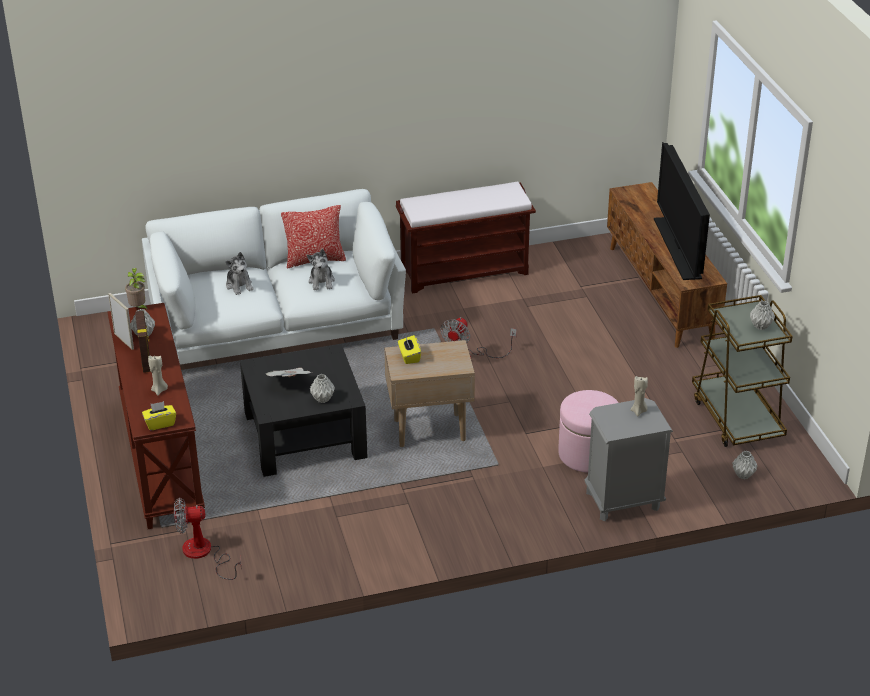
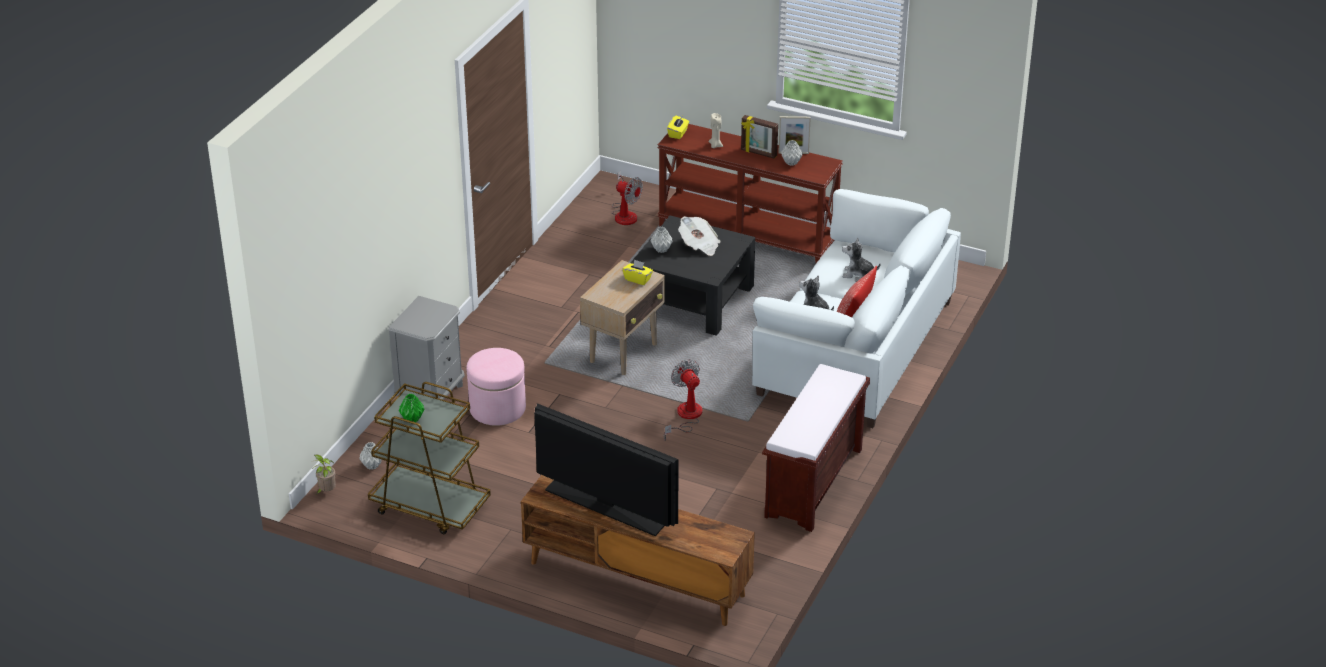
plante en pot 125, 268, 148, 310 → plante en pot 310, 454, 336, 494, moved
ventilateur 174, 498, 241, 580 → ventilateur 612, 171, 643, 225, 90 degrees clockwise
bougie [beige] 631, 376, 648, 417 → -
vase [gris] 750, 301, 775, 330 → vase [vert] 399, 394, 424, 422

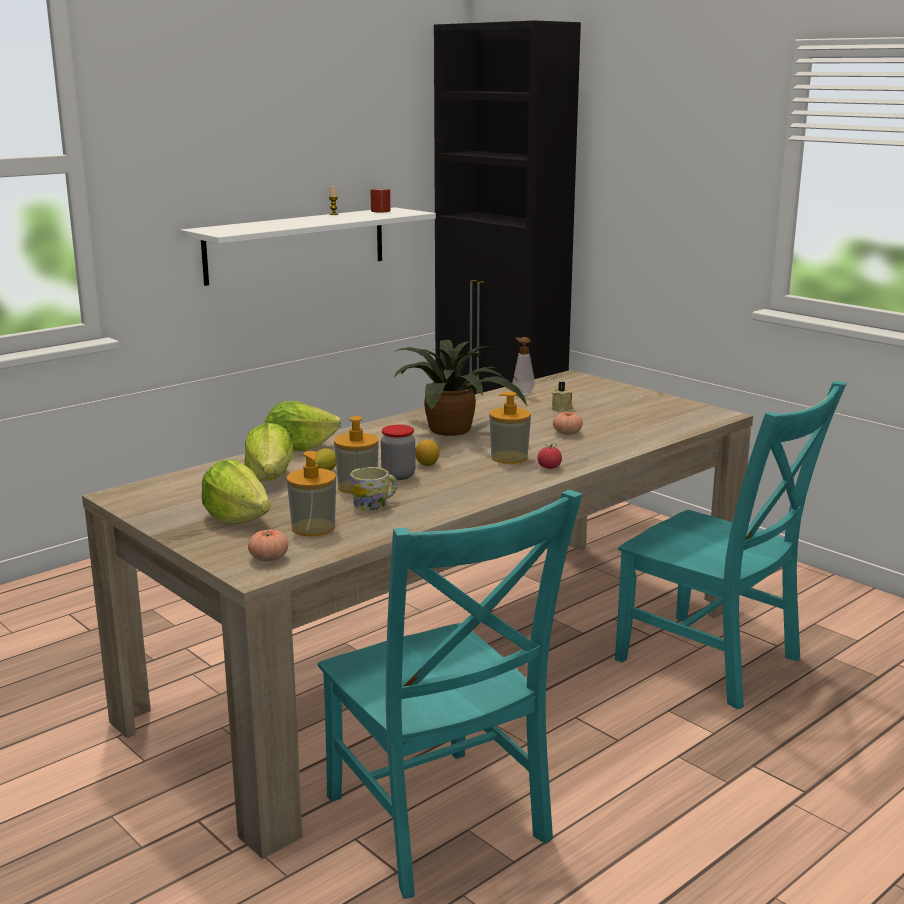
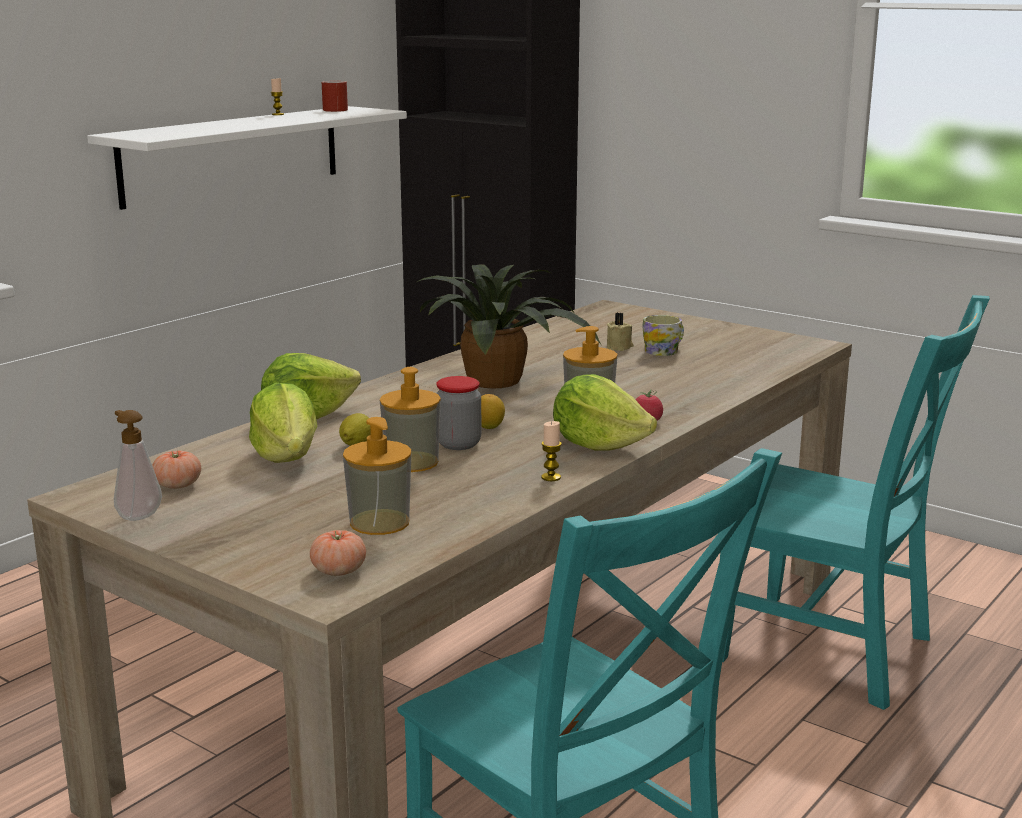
laitue 202, 460, 271, 524 → laitue 553, 374, 657, 451, moved
mug 350, 467, 398, 510 → mug 642, 315, 684, 356, moved
distributeur de savon 512, 337, 535, 395 → distributeur de savon 114, 410, 162, 521, moved
tomate 553, 412, 583, 435 → tomate 152, 451, 201, 489, moved
- → bougie 541, 421, 562, 481

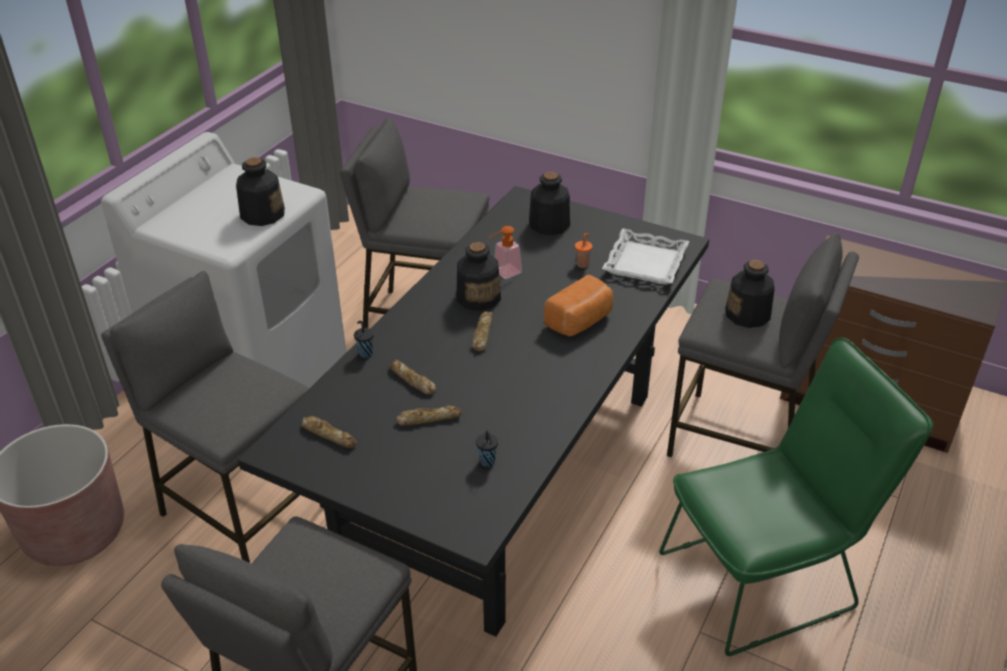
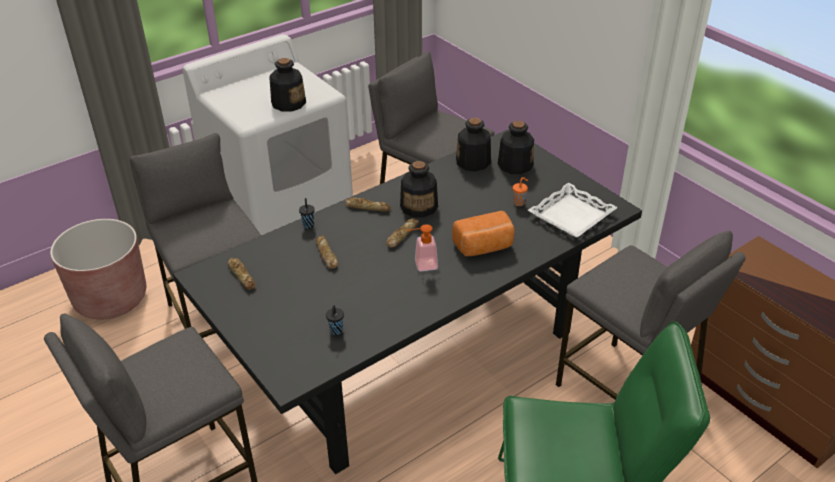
pain 396, 406, 462, 426 → pain 345, 197, 391, 212, moved
distributeur de savon 489, 226, 522, 279 → distributeur de savon 406, 224, 438, 271, moved
bouteille 725, 260, 775, 328 → bouteille 456, 118, 491, 171, moved

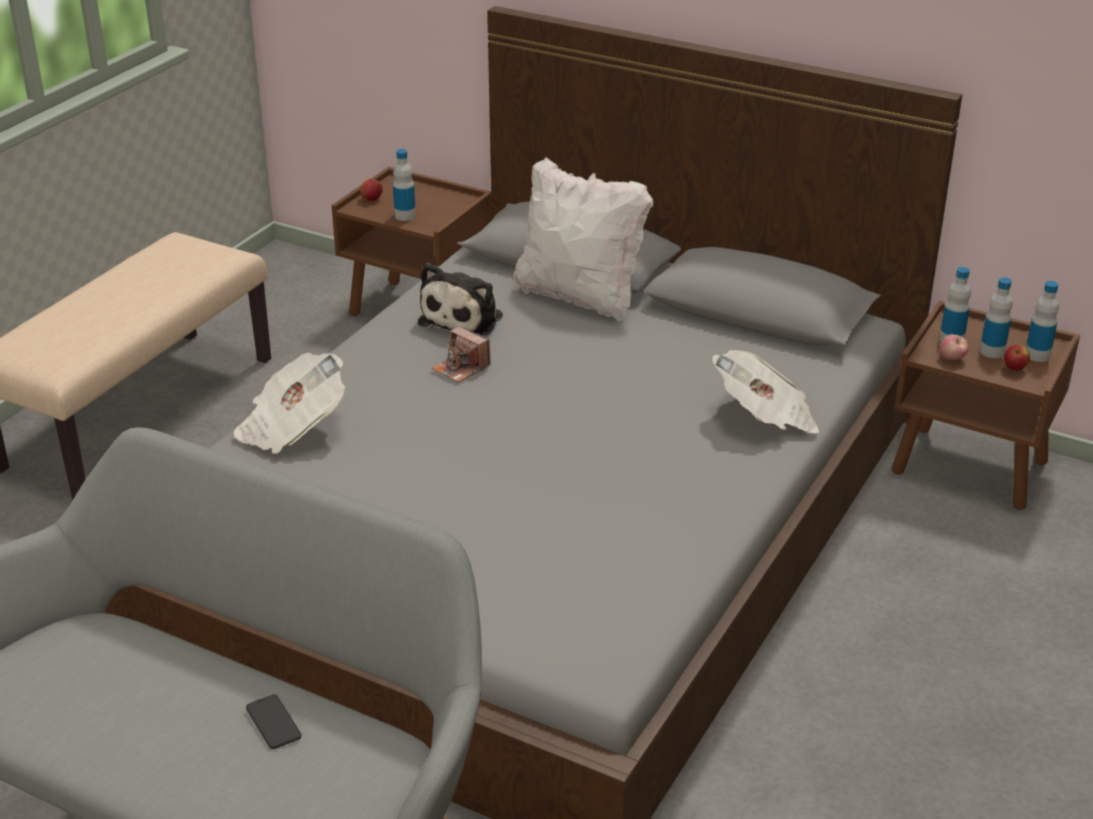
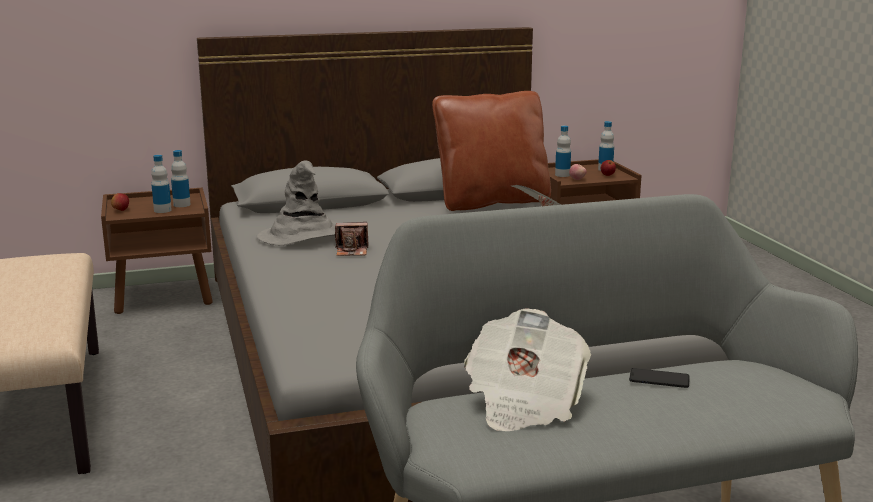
journal 234, 353, 345, 454 → journal 464, 309, 591, 431, moved
peluche 418, 263, 503, 336 → chapeau [gris] 257, 160, 340, 246
coussin [blanc] 514, 157, 653, 321 → -
bouteille 980, 277, 1013, 358 → bouteille 171, 150, 191, 207, moved
- → coussin [marron] 432, 91, 551, 211

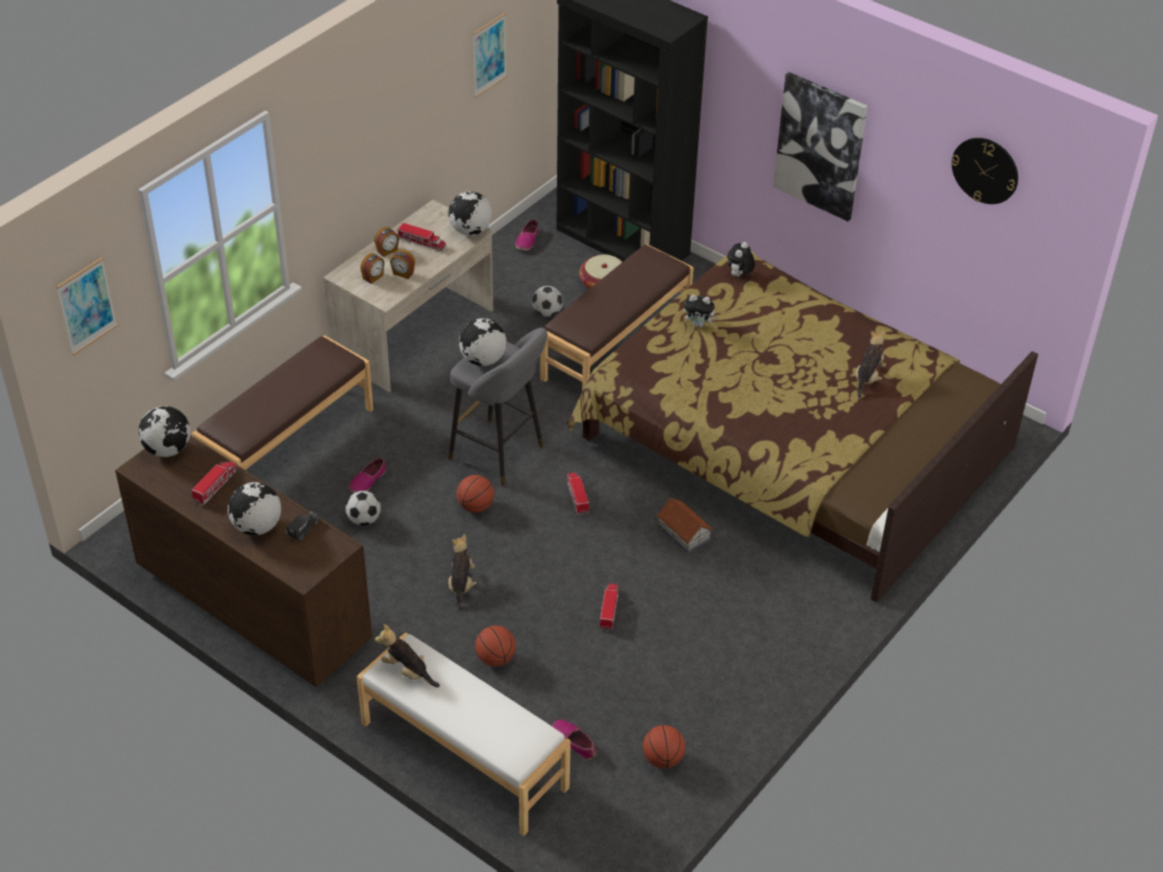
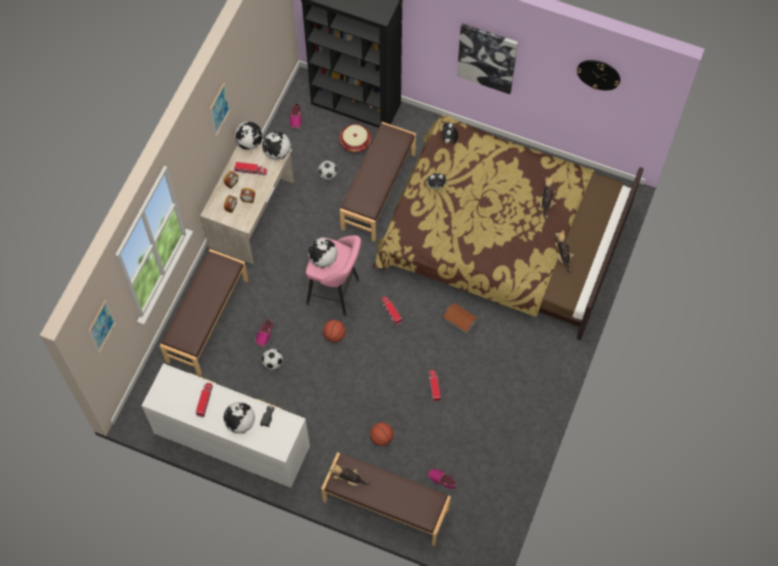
commode [marron] 115, 435, 372, 687 → commode [blanc] 142, 363, 310, 488
globe 138, 406, 191, 457 → globe 234, 122, 262, 150, moved
banc [blanc] 357, 632, 571, 836 → banc [marron] 321, 452, 451, 546
tabouret [gris] 448, 328, 548, 486 → tabouret [rose] 306, 235, 361, 316
peluche 448, 534, 477, 611 → peluche 555, 230, 574, 273, moved
tableau 473, 13, 507, 98 → tableau 210, 82, 230, 136, moved
ballon de basket 643, 725, 685, 768 → -

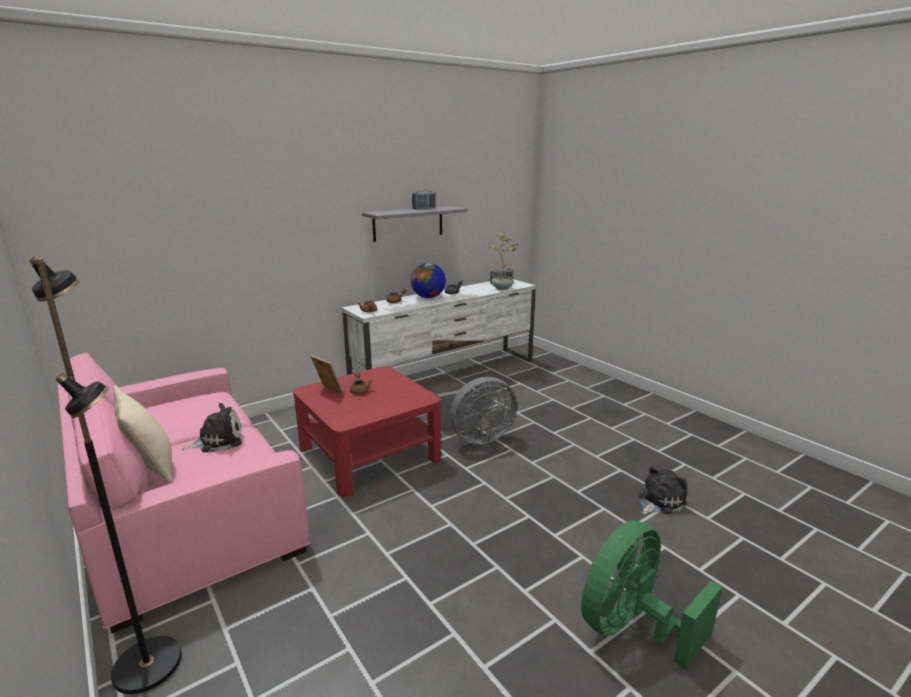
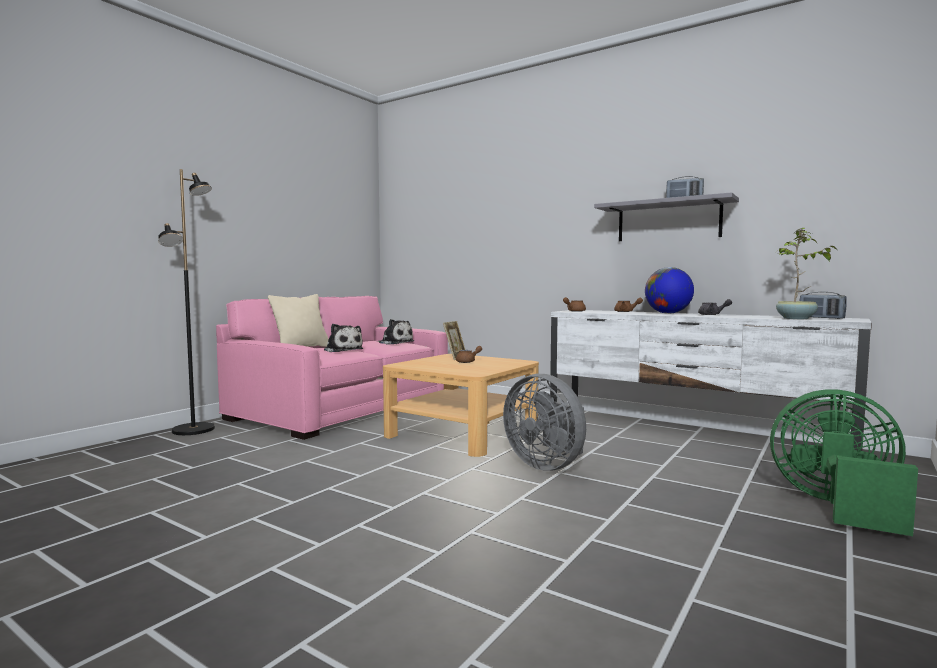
table basse [rouge] 293, 366, 441, 497 → table basse [beige] 383, 354, 539, 457
ventilateur [vert] 581, 520, 722, 669 → ventilateur [vert] 770, 389, 918, 536, moved
peluche 638, 466, 687, 515 → peluche 377, 319, 414, 345, moved

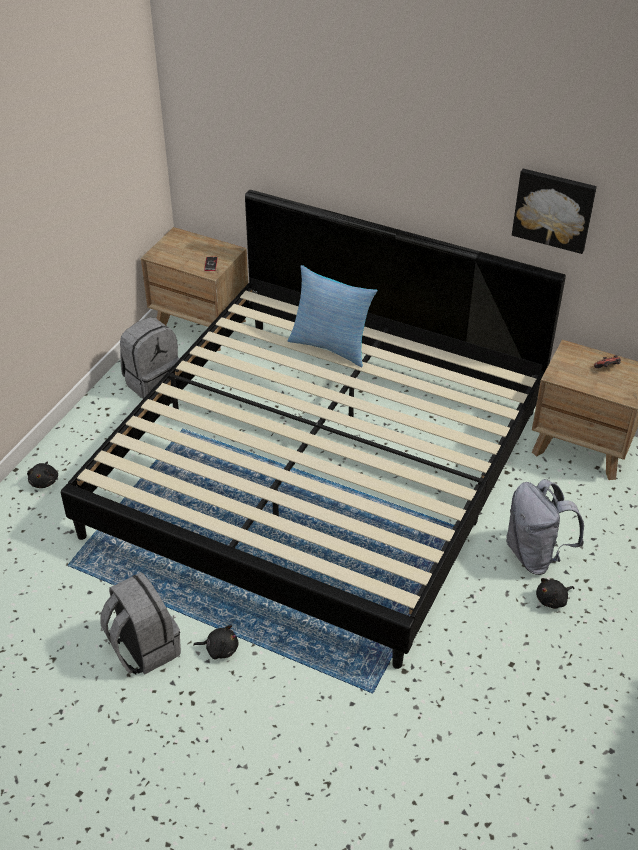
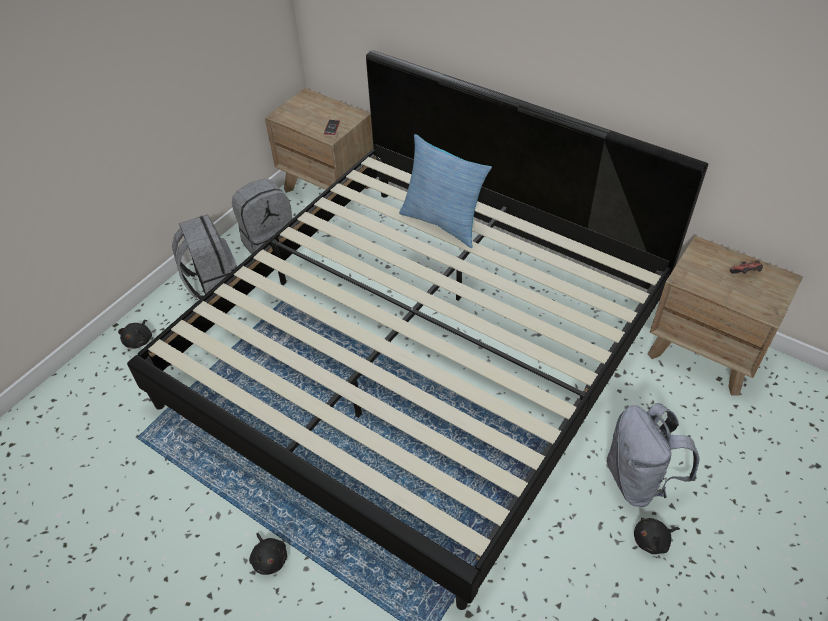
sac à dos [gris] 100, 572, 181, 675 → sac à dos [gris] 172, 214, 237, 299, moved
peluche [noir] 193, 625, 239, 660 → peluche [noir] 249, 533, 287, 575, 45 degrees clockwise
tableau 512, 169, 597, 254 → -

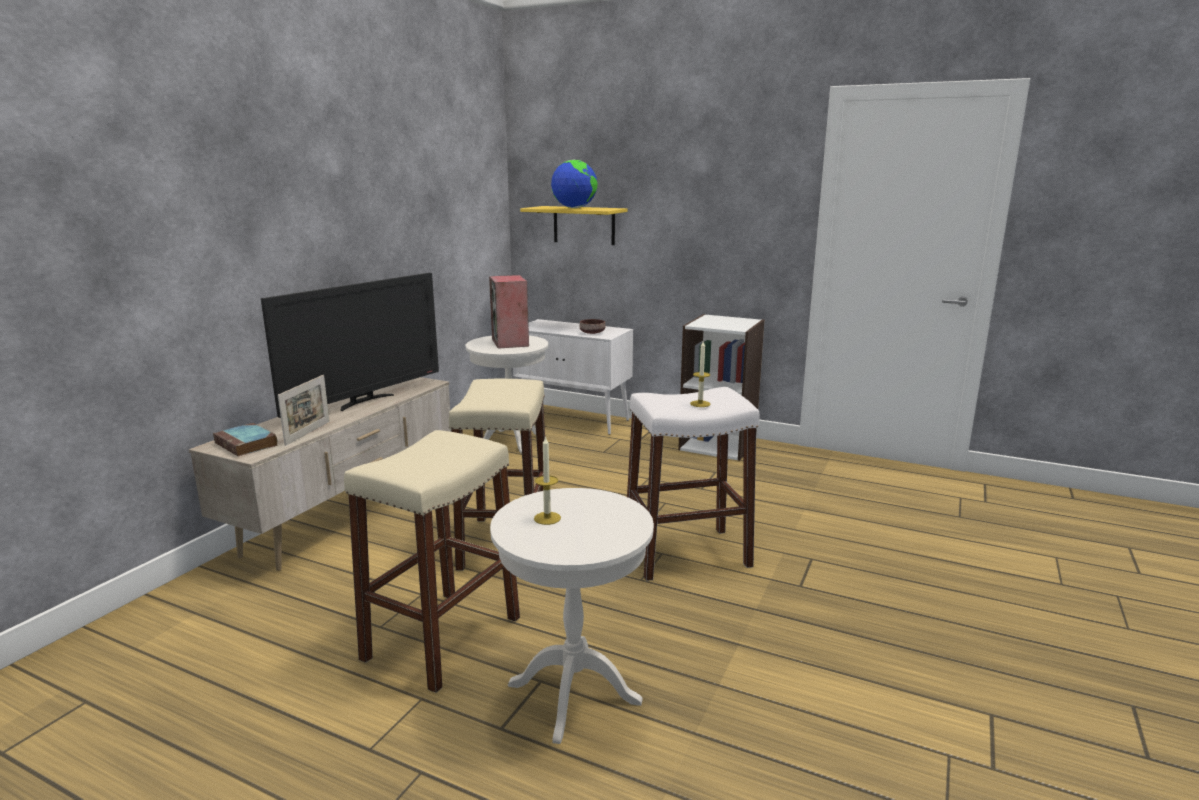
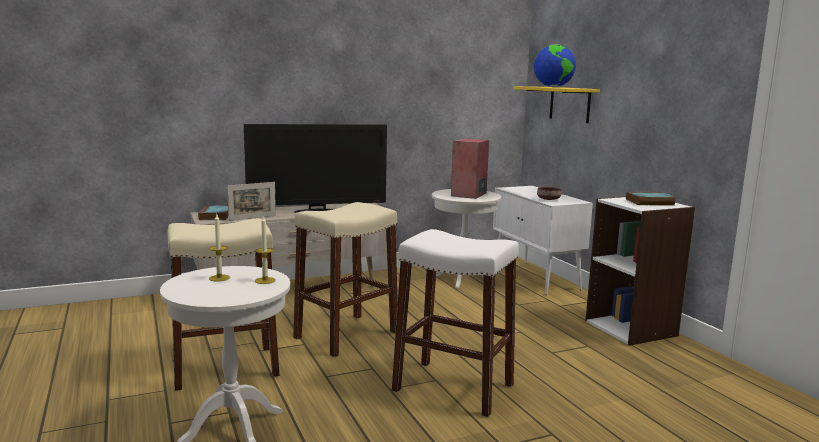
bougie 690, 341, 711, 407 → bougie 255, 215, 276, 284, moved
- → livre 626, 192, 676, 206

